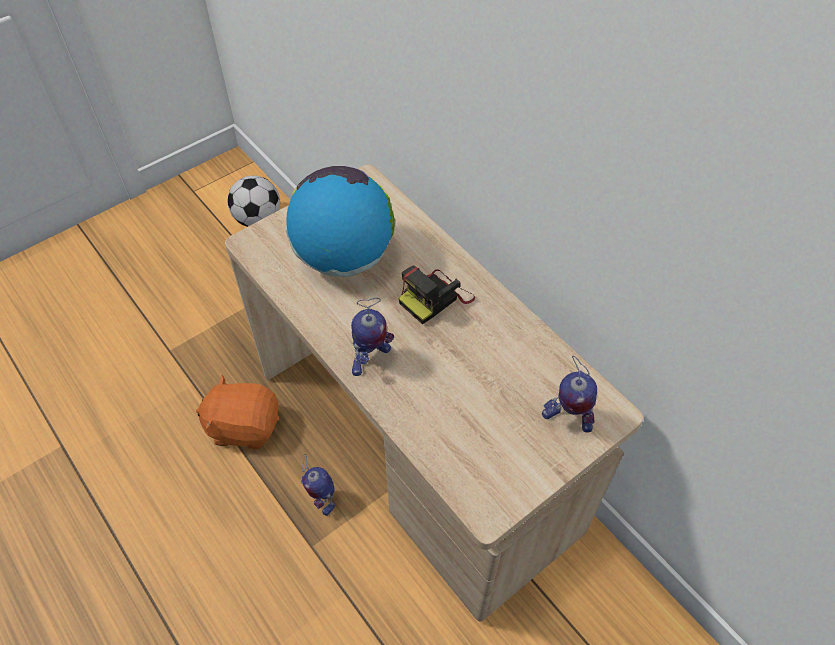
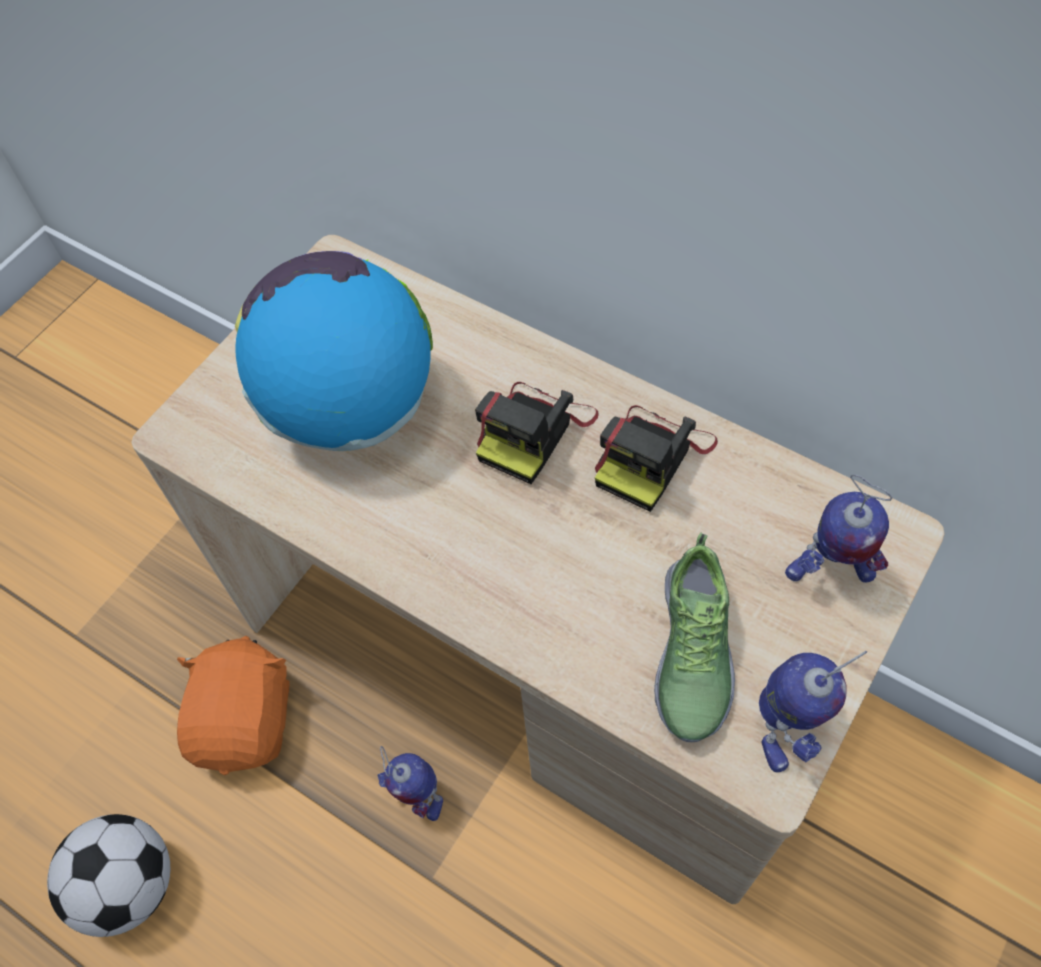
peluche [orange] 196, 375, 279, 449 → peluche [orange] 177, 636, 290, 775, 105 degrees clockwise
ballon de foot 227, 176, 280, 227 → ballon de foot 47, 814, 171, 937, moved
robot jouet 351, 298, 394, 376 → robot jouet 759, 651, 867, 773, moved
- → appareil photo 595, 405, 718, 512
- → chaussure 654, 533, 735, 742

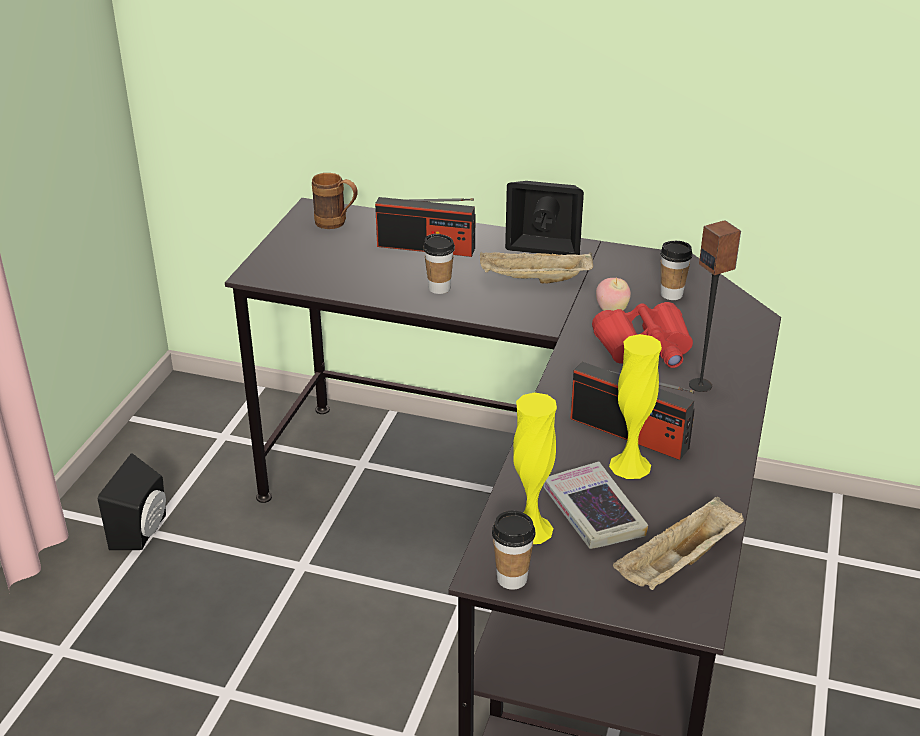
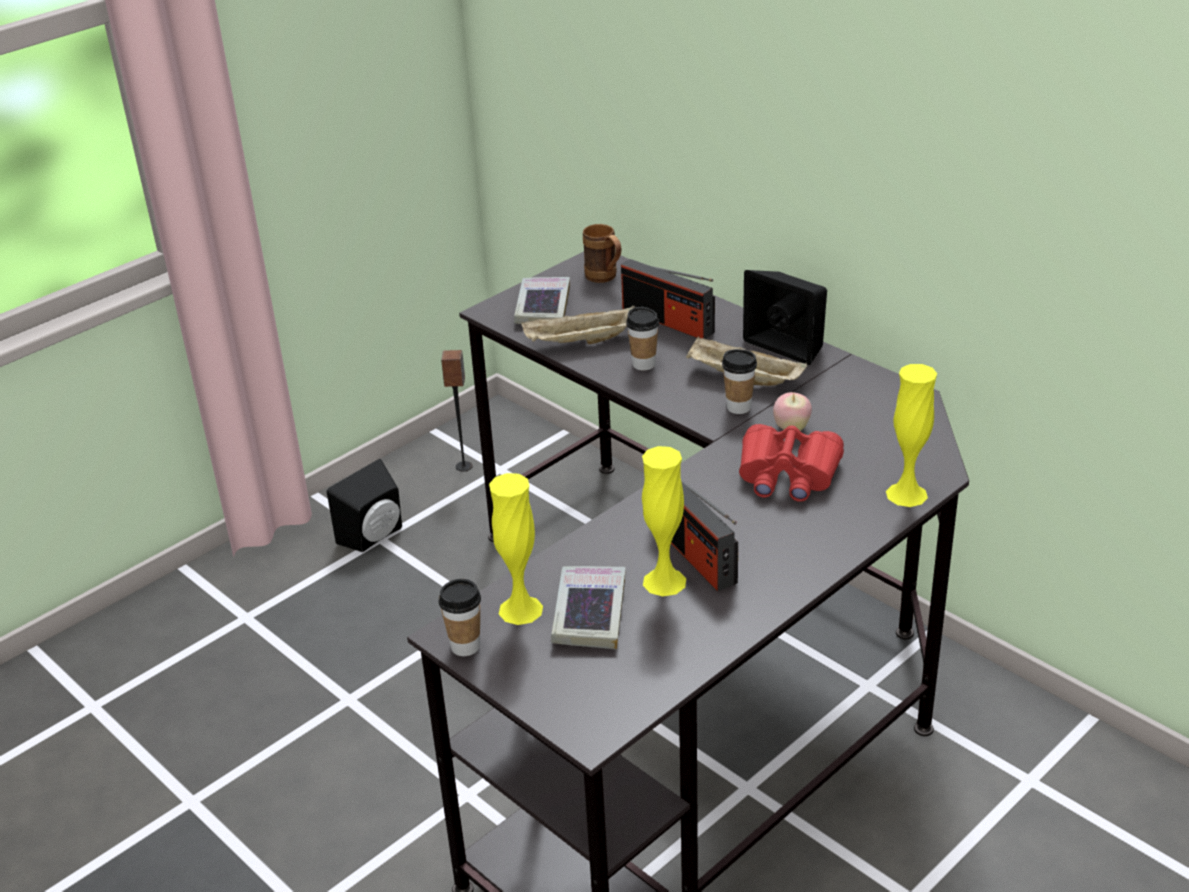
plateau [beige] 613, 497, 744, 590 → plateau [beige] 521, 305, 635, 344, moved
tasse 660, 241, 692, 300 → tasse 722, 349, 757, 414, moved
enceinte 689, 220, 741, 392 → enceinte 441, 350, 473, 472, moved
- → livre 514, 277, 570, 324
- → vase [jaune] 886, 364, 937, 507

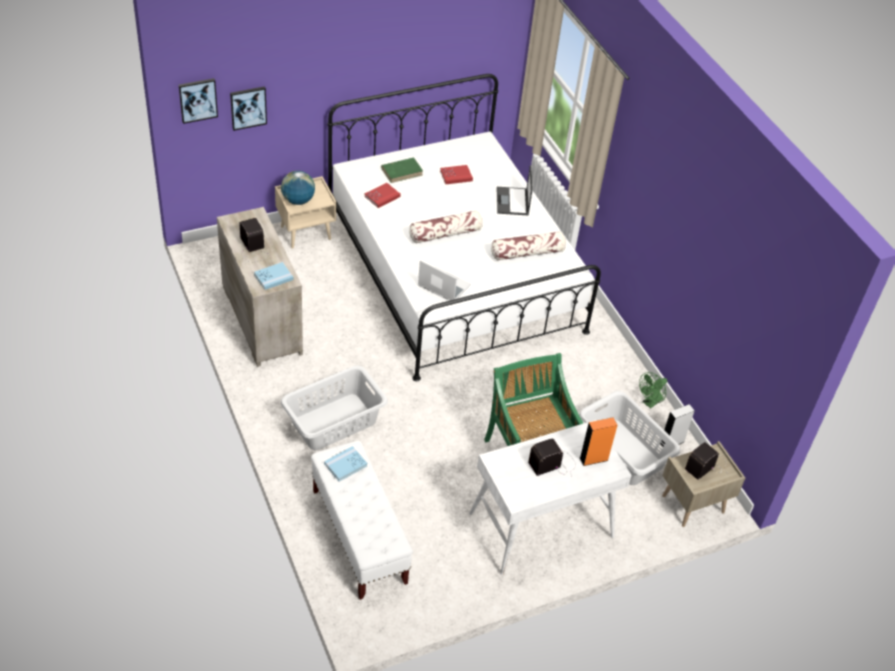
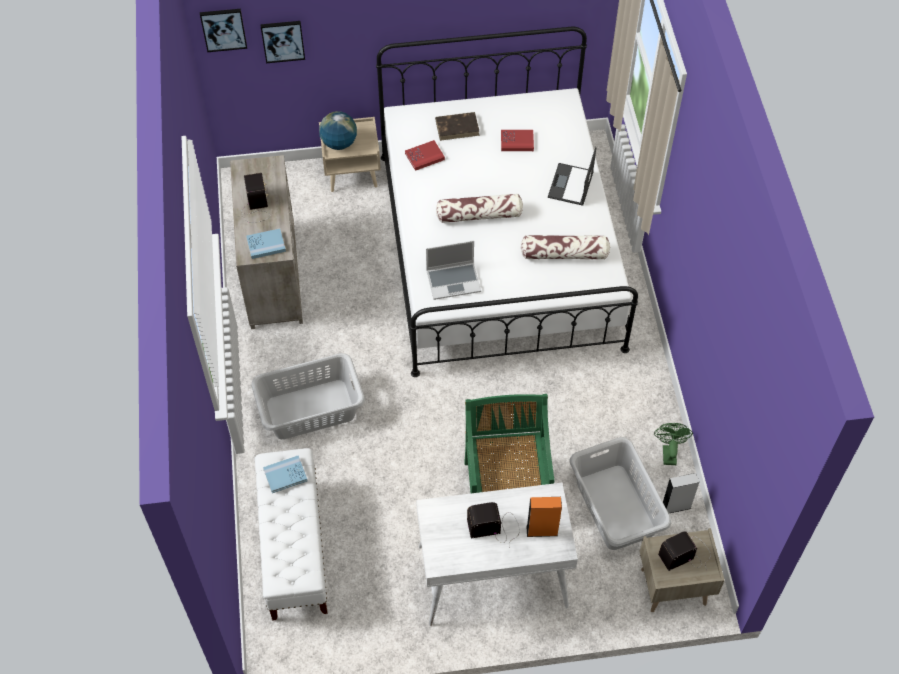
livre [vert] 381, 158, 423, 183 → livre [marron] 435, 112, 479, 141
ordinateur portable 418, 260, 471, 301 → ordinateur portable 426, 241, 481, 300, 120 degrees clockwise
ventilateur [vert] 639, 372, 667, 408 → ventilateur [vert] 654, 423, 693, 465, 120 degrees clockwise

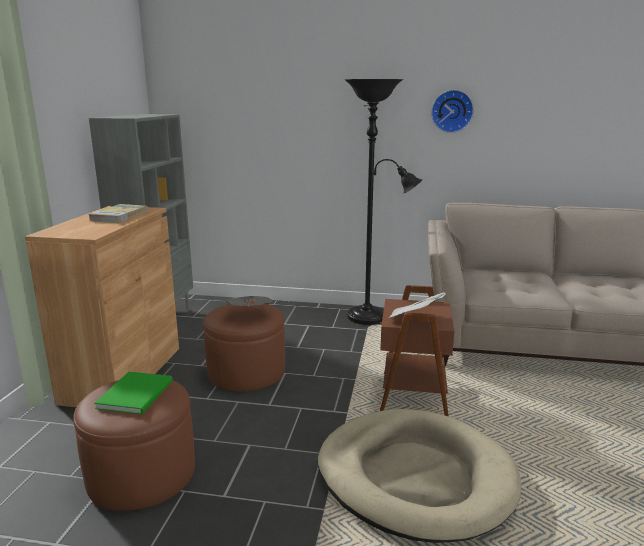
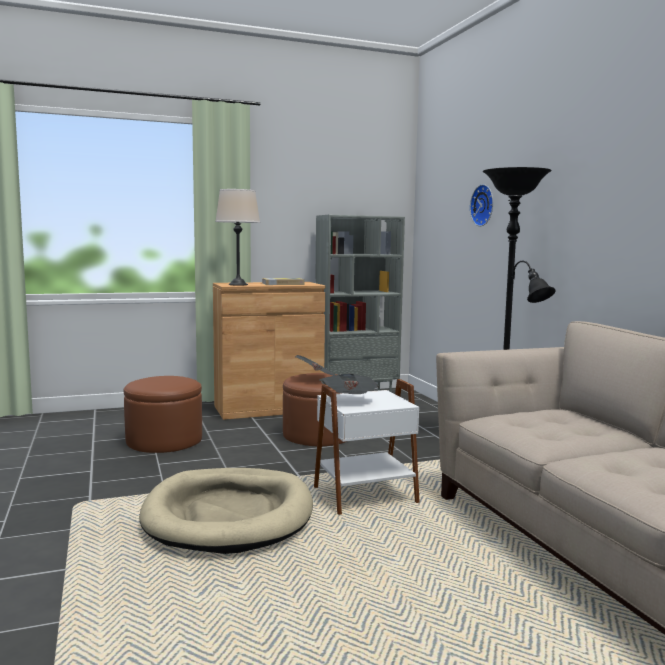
livre [vert] 94, 371, 173, 415 → -
table d'appoint [marron] 380, 285, 454, 417 → table d'appoint [blanc] 314, 379, 419, 515
horloge murale 431, 90, 474, 133 → horloge murale 470, 184, 493, 226, moved
- → lampe de table [beige] 215, 189, 260, 285

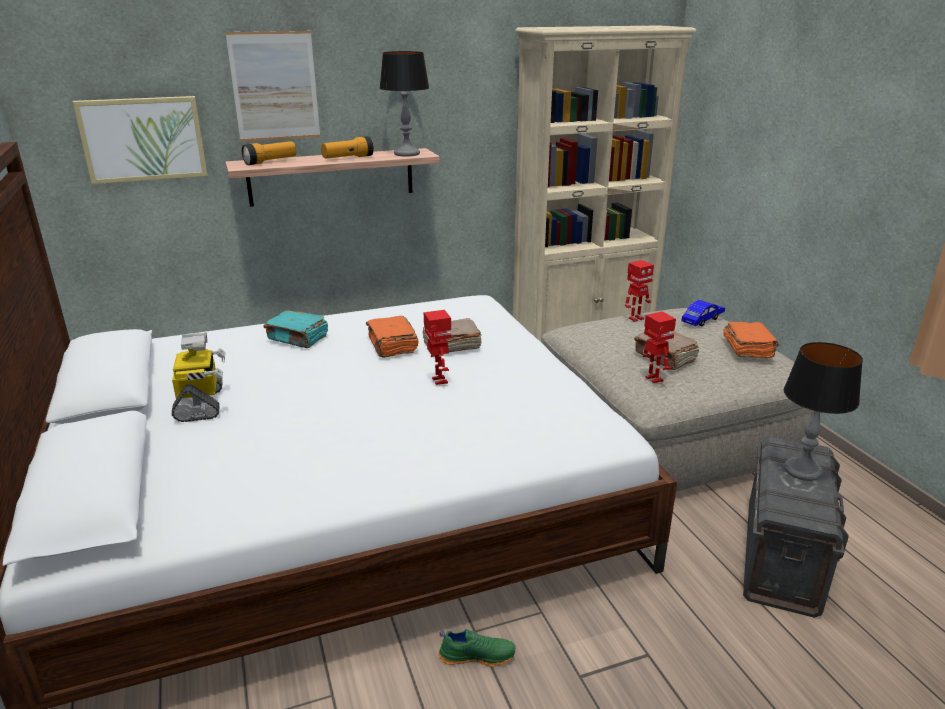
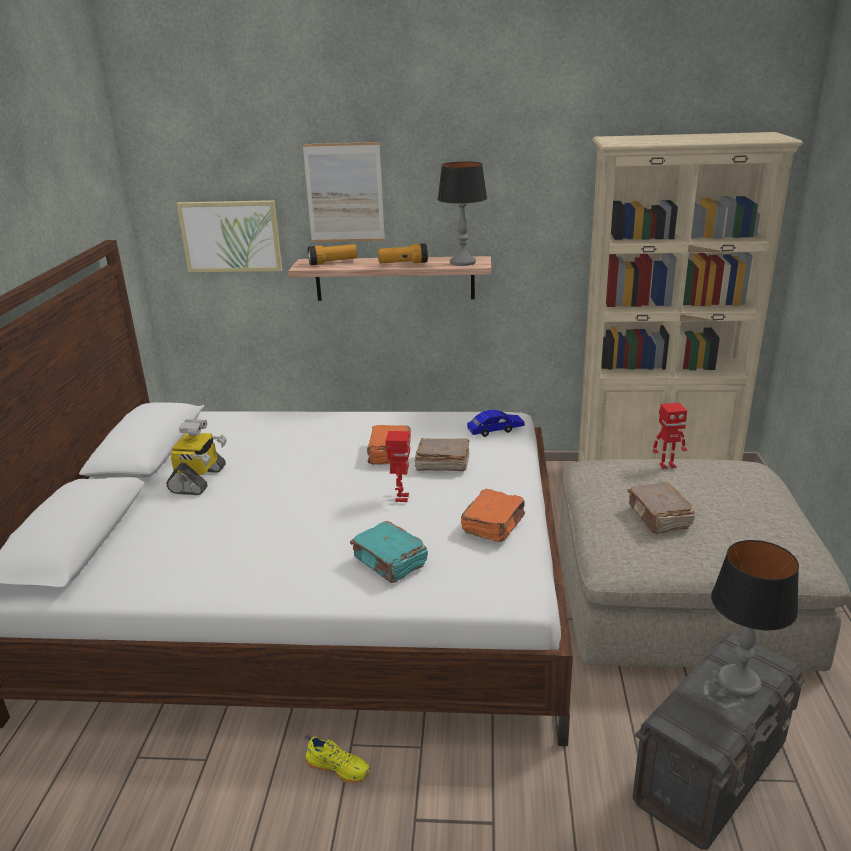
livre [turquoise] 263, 310, 328, 348 → livre [turquoise] 350, 521, 428, 583, moved
chaussure [vert] 439, 629, 516, 667 → chaussure [jaune] 305, 734, 370, 783
robot jouet 643, 311, 676, 383 → -
petite voiture [bleu] 682, 300, 725, 326 → petite voiture [bleu] 467, 410, 525, 437, moved
livre [orange] 723, 321, 780, 359 → livre [orange] 461, 489, 525, 542, moved

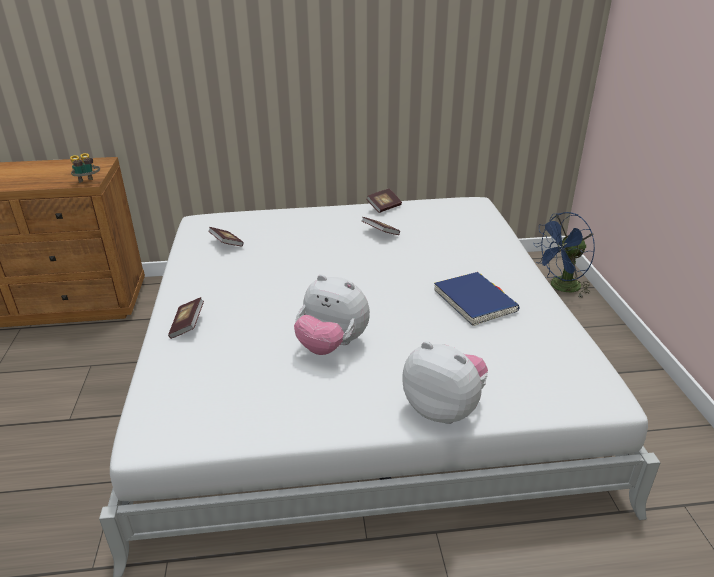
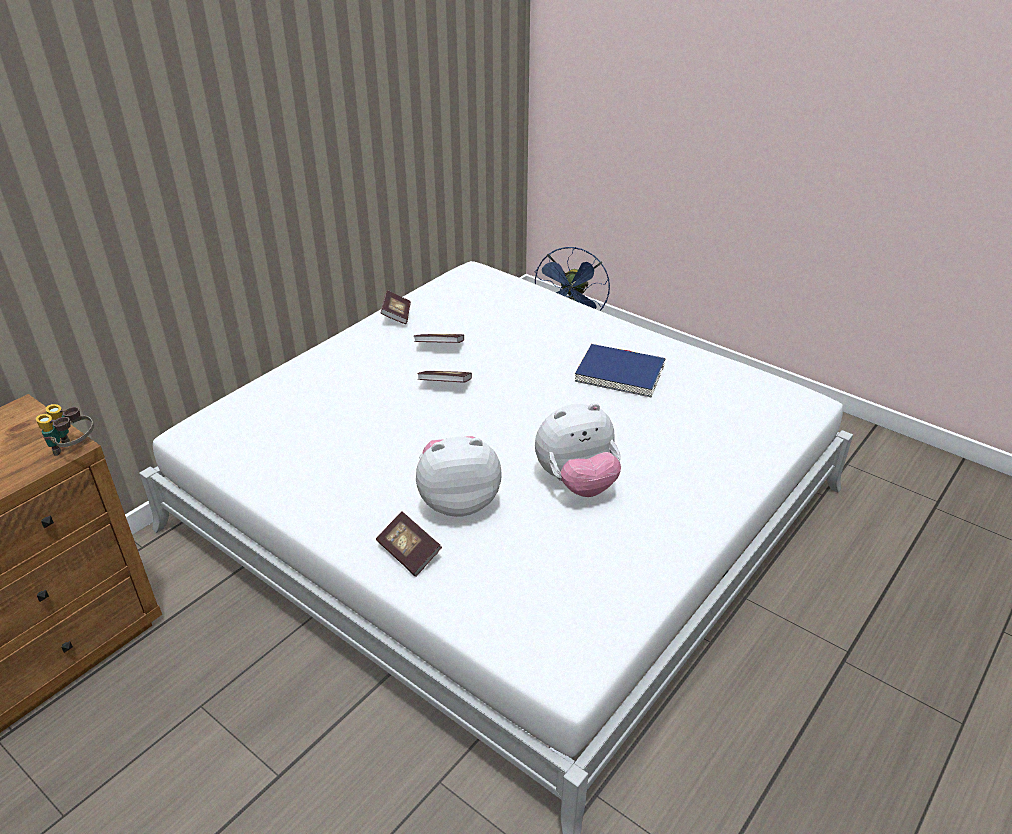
livre 208, 227, 244, 247 → livre 417, 371, 472, 382, moved
peluche 402, 341, 488, 424 → peluche 416, 436, 502, 517, moved

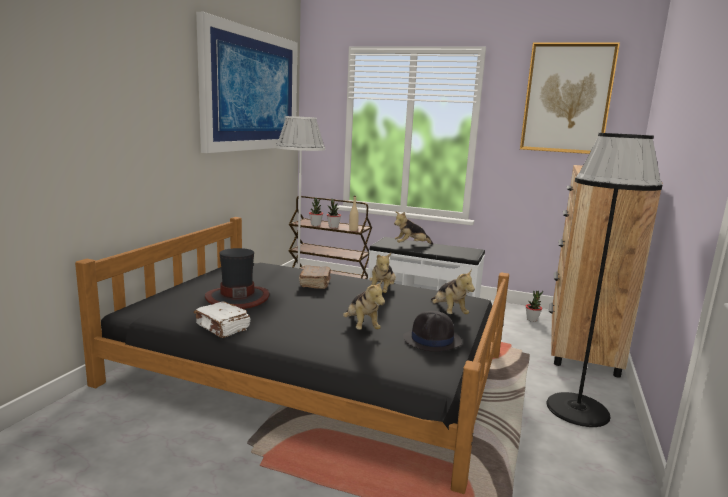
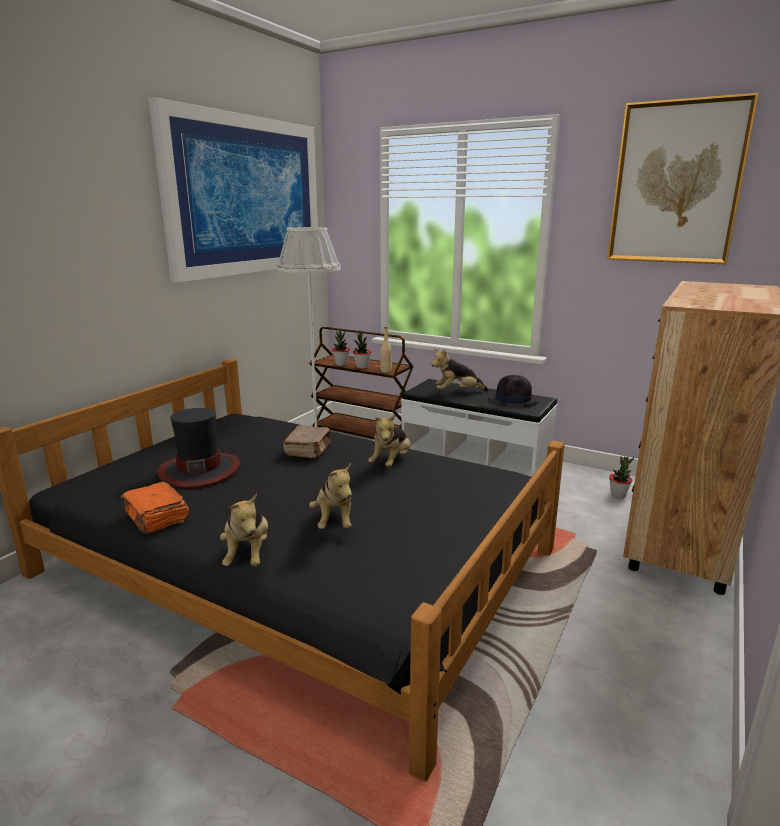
livre [blanc] 194, 301, 250, 338 → livre [orange] 120, 482, 189, 534
chapeau [noir] 403, 311, 462, 352 → chapeau [noir] 489, 375, 539, 406, moved
peluche 431, 269, 475, 314 → peluche 220, 493, 268, 566, moved
lampadaire [noir] 547, 133, 662, 427 → -

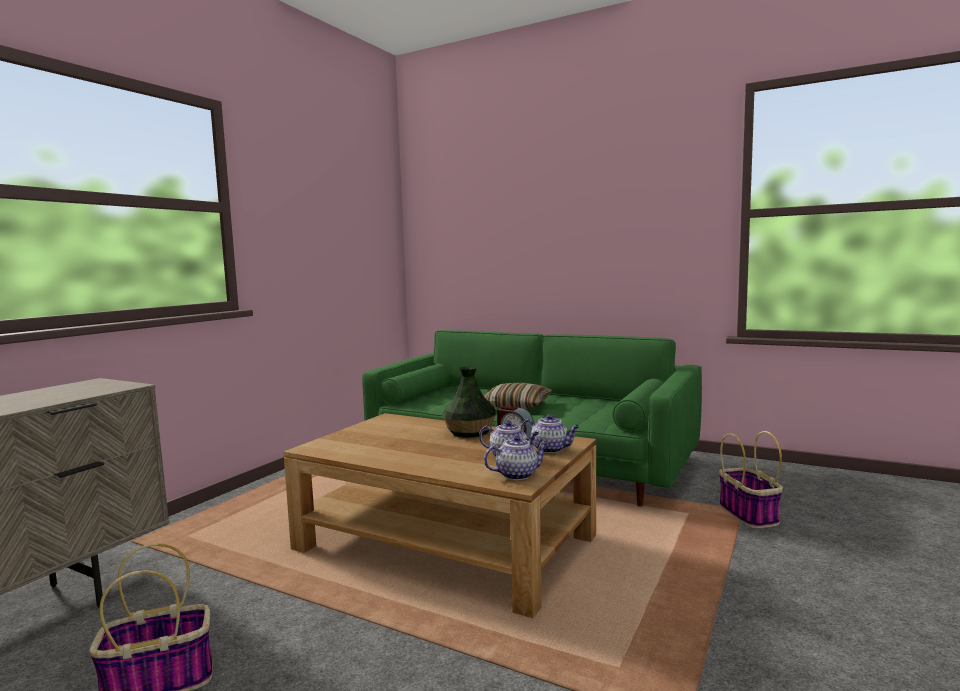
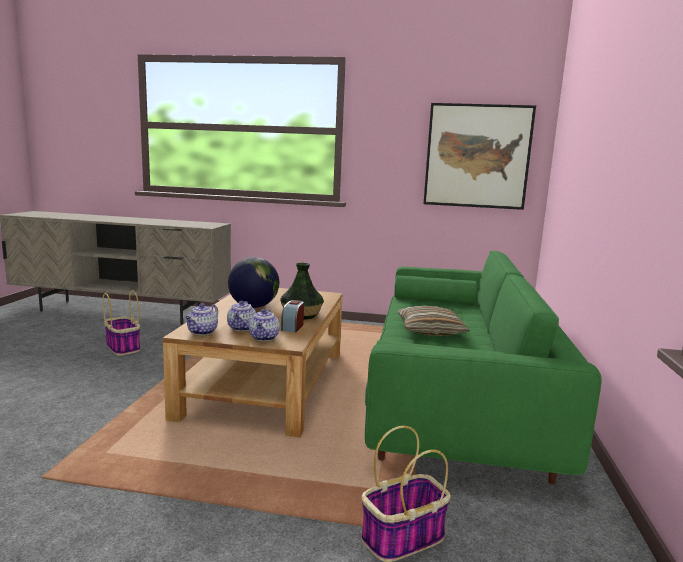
théière 484, 435, 548, 480 → théière 185, 303, 218, 335, 60 degrees clockwise
- → globe 228, 257, 279, 308
- → tableau 424, 103, 536, 210

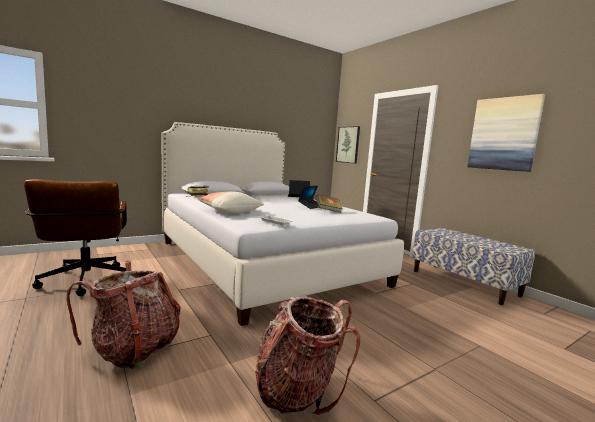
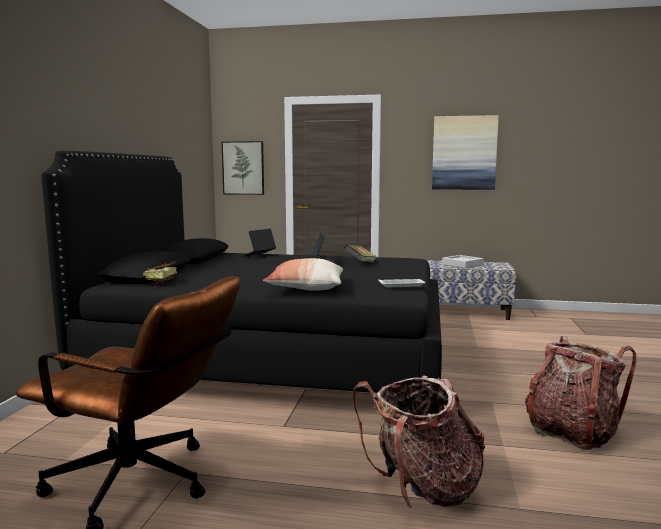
lit [blanc] 161, 122, 404, 326 → lit [noir] 42, 151, 442, 393
- → plateau [gris] 442, 255, 483, 268

